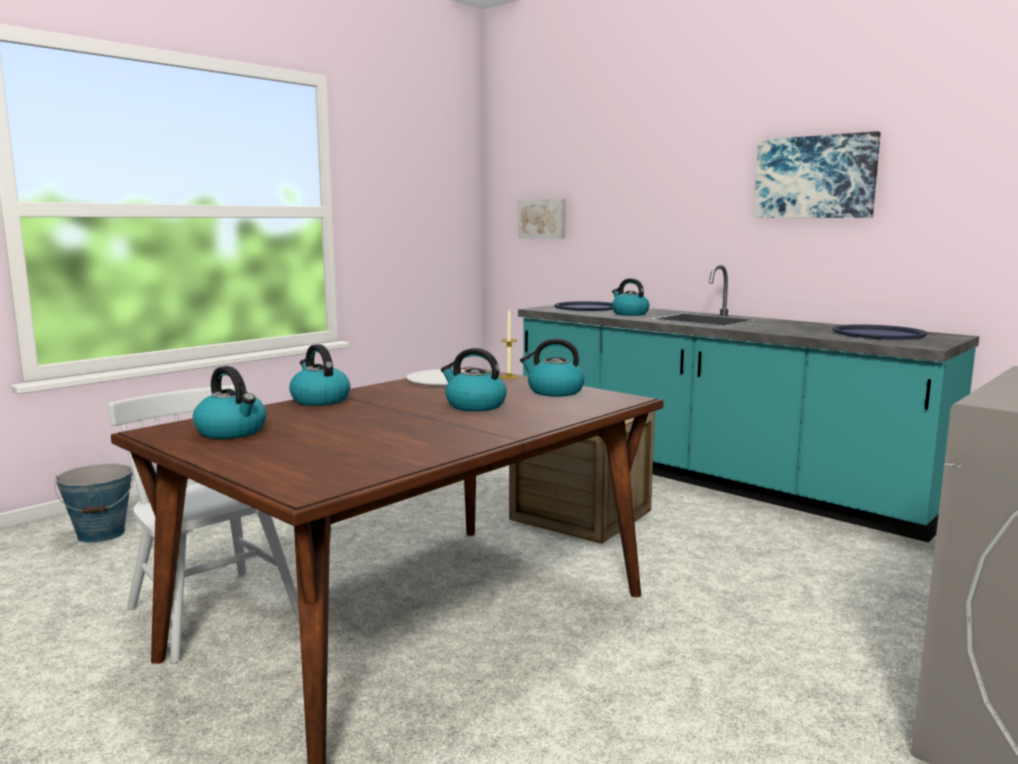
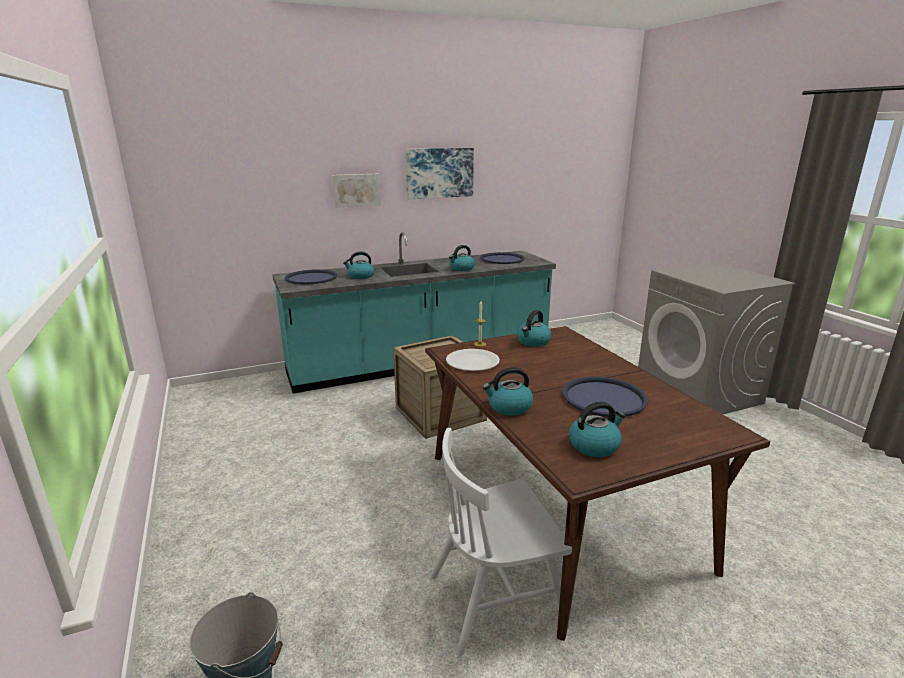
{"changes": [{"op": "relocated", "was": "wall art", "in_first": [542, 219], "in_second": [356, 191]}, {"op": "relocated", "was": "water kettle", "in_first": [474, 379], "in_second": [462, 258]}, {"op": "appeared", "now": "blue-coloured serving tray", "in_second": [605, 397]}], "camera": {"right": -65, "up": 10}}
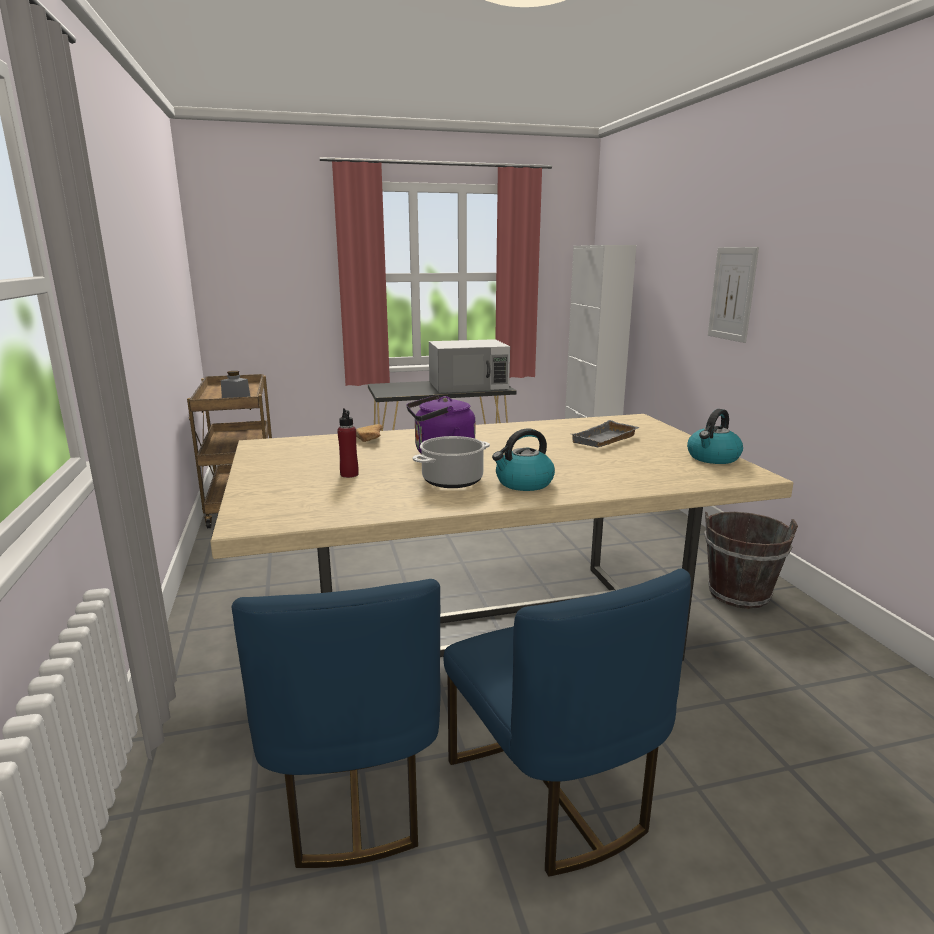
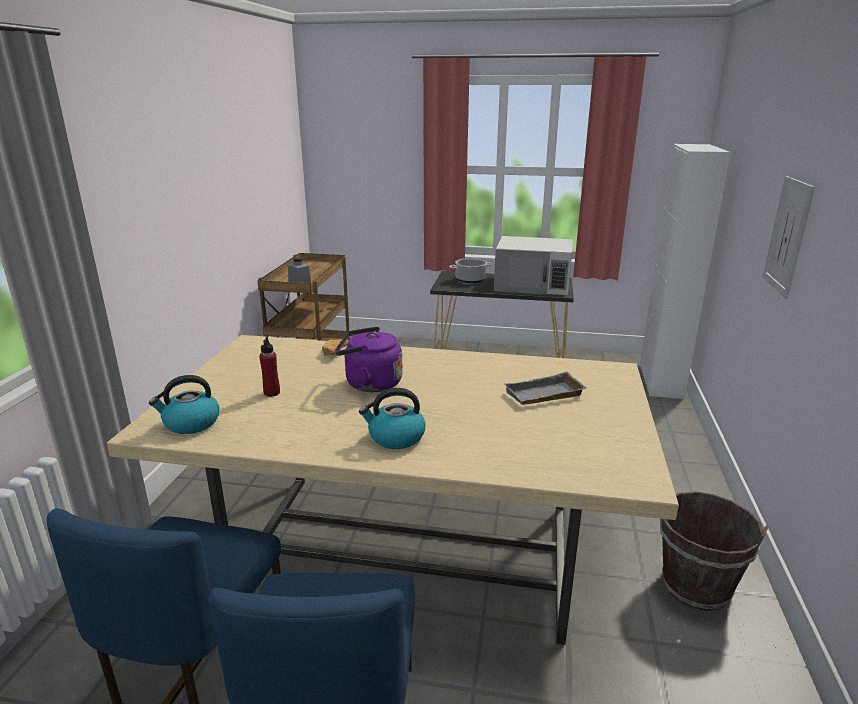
{"changes": [{"op": "relocated", "was": "water kettle", "in_first": [715, 436], "in_second": [184, 404]}, {"op": "relocated", "was": "saucepot", "in_first": [451, 462], "in_second": [471, 270]}], "camera": {"right": 25, "up": 5}}
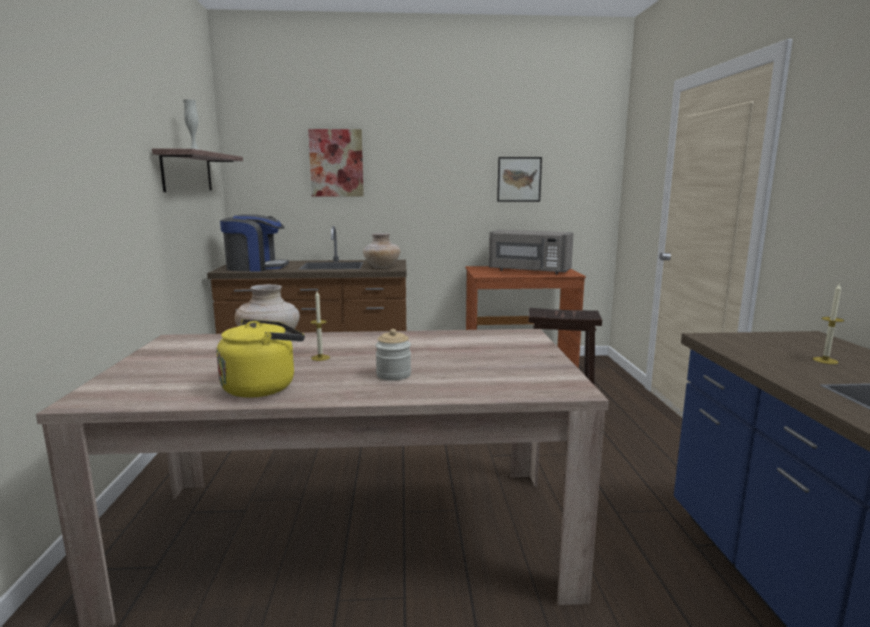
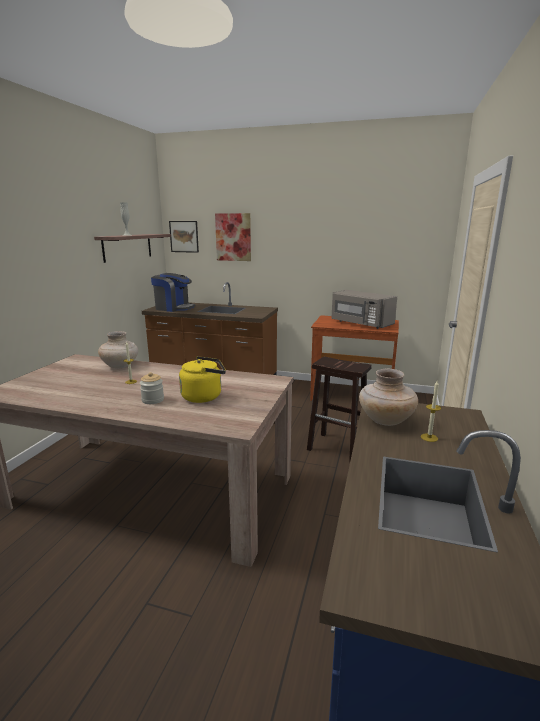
{"changes": [{"op": "relocated", "was": "wall art", "in_first": [519, 179], "in_second": [184, 237]}, {"op": "relocated", "was": "beige-coloured vase", "in_first": [381, 250], "in_second": [388, 397]}, {"op": "relocated", "was": "yellow water kettle", "in_first": [260, 358], "in_second": [202, 379]}], "camera": {"right": 20, "up": 5}}
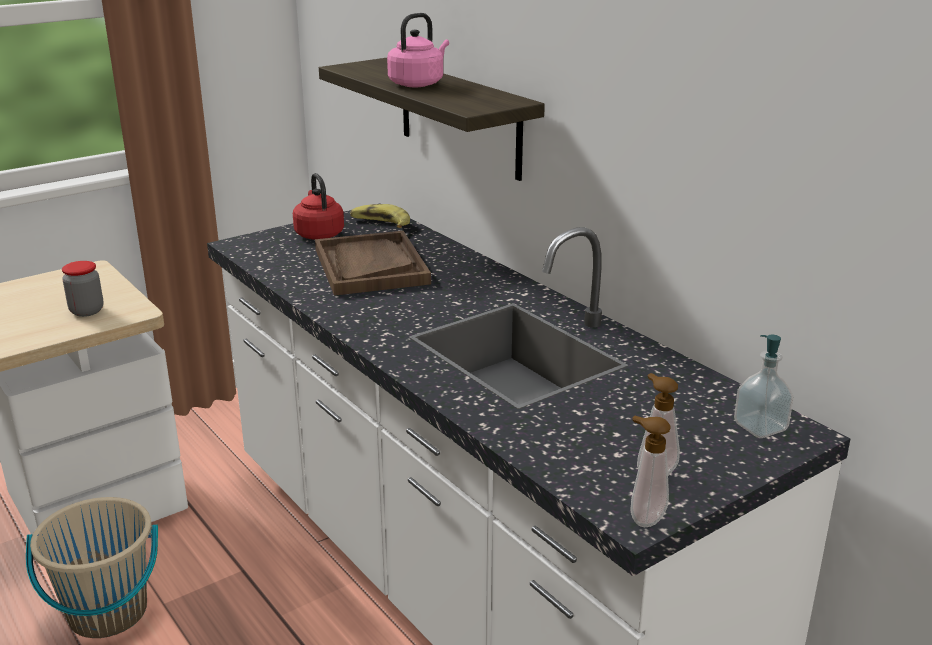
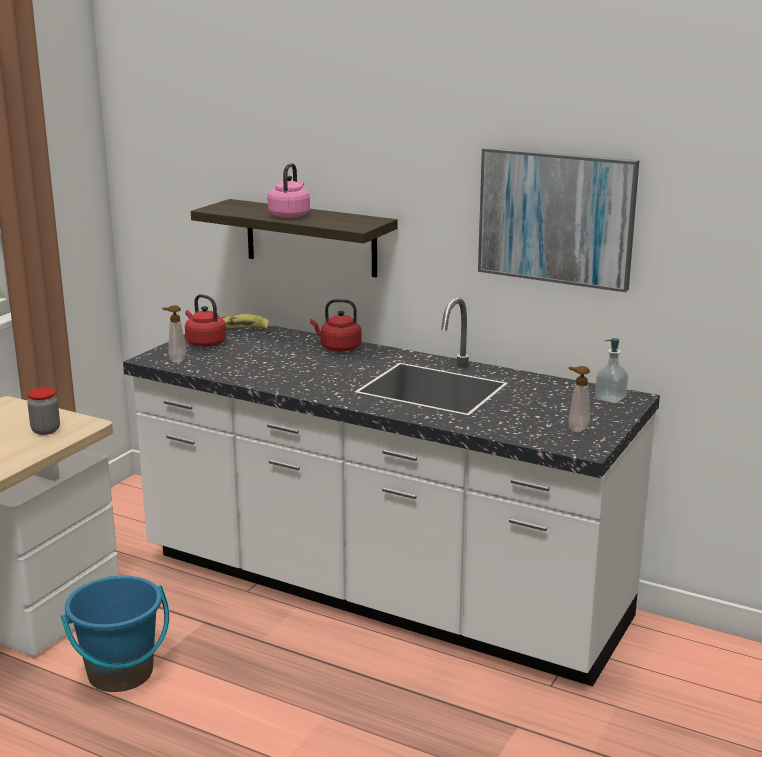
{"changes": [{"op": "missing", "was": "brownish serving tray", "in_first": [373, 263]}, {"op": "relocated", "was": "soap bottle", "in_first": [650, 471], "in_second": [174, 334]}, {"op": "colour", "was": "beige-coloured water bucket", "now": "blue-coloured water bucket", "in_first": [92, 567], "in_second": [115, 634]}, {"op": "appeared", "now": "wall art", "in_second": [558, 219]}, {"op": "appeared", "now": "reddish water kettle", "in_second": [335, 325]}], "camera": {"right": -25, "up": -5}}
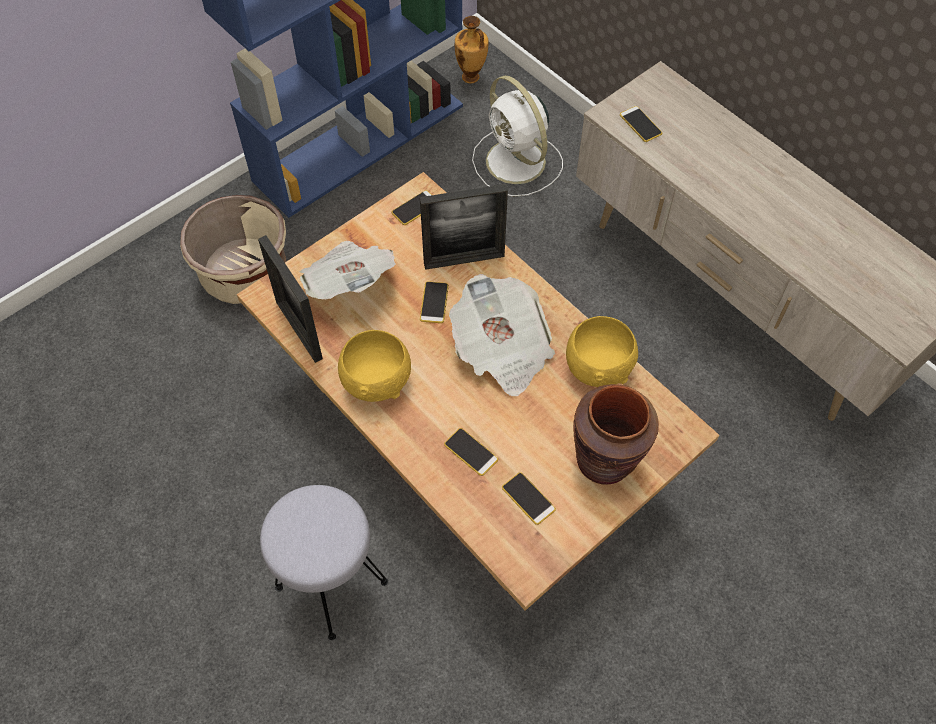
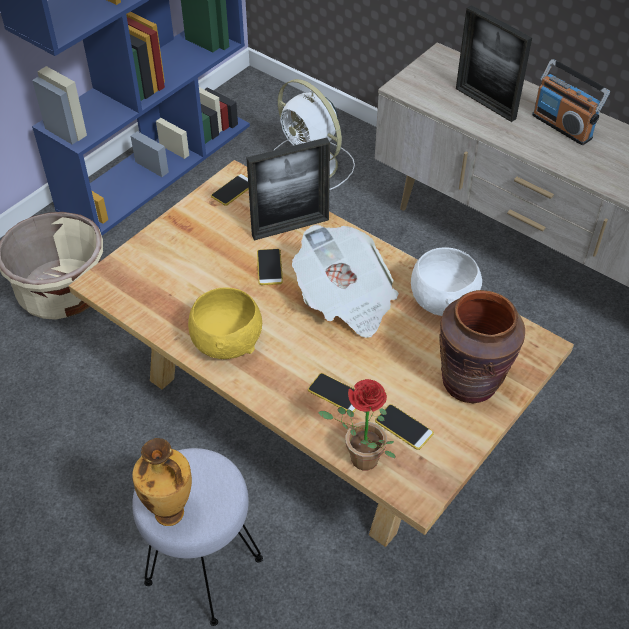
{"changes": [{"op": "relocated", "was": "vase", "in_first": [471, 49], "in_second": [162, 482]}, {"op": "missing", "was": "phone", "in_first": [641, 124]}, {"op": "relocated", "was": "picture frame", "in_first": [290, 299], "in_second": [494, 63]}, {"op": "missing", "was": "daily paper", "in_first": [348, 270]}, {"op": "colour", "was": "yellow bowl", "now": "whitish bowl", "in_first": [602, 351], "in_second": [446, 281]}, {"op": "appeared", "now": "radio receiver", "in_second": [571, 102]}, {"op": "appeared", "now": "potted plant", "in_second": [357, 424]}], "camera": {"right": -10, "up": -10}}
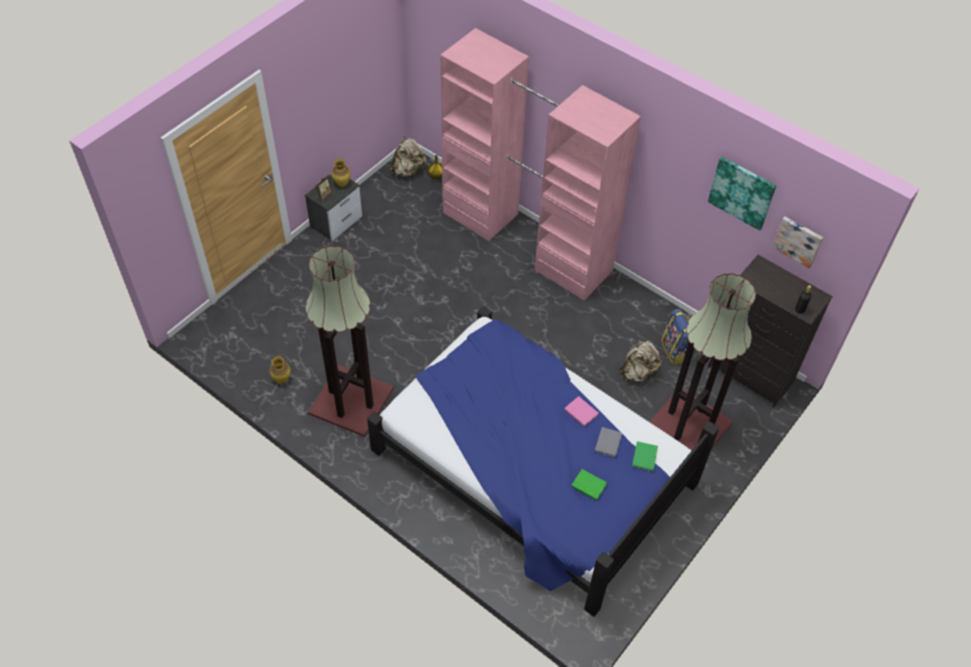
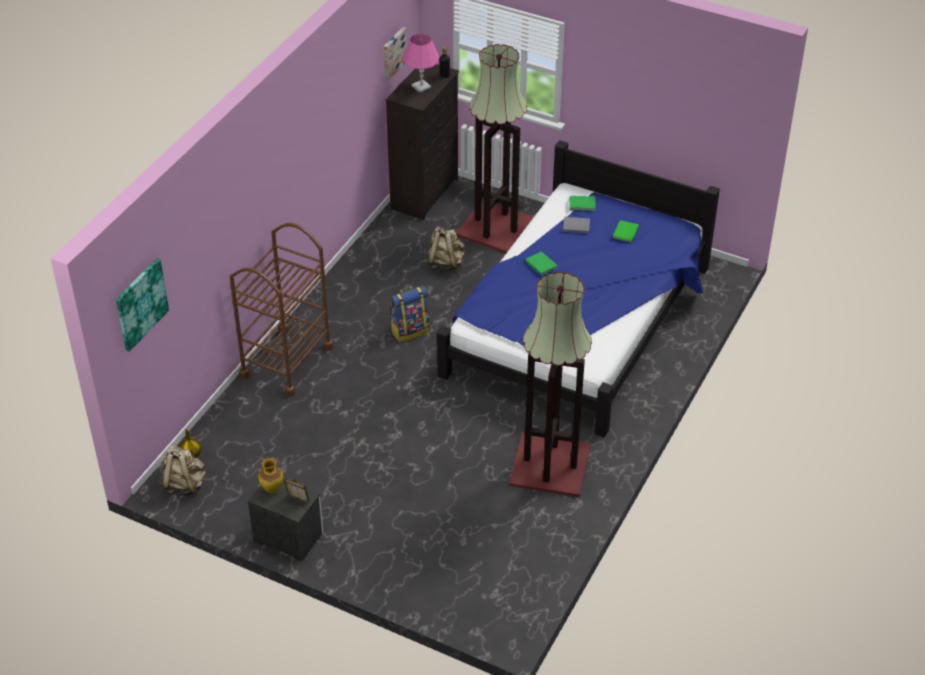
{"changes": [{"op": "exchanged", "was": "pink-coloured armoire", "now": "brownish trolley", "in_first": [541, 164], "in_second": [282, 310]}, {"op": "relocated", "was": "wall art", "in_first": [742, 193], "in_second": [142, 305]}, {"op": "relocated", "was": "backpack", "in_first": [675, 337], "in_second": [410, 314]}, {"op": "missing", "was": "vase", "in_first": [280, 370]}, {"op": "missing", "was": "pink-coloured bound book", "in_first": [581, 411]}, {"op": "appeared", "now": "pink-coloured tabletop lamp", "in_second": [421, 63]}, {"op": "appeared", "now": "green bound book", "in_second": [541, 264]}], "camera": {"right": -100, "up": -10}}
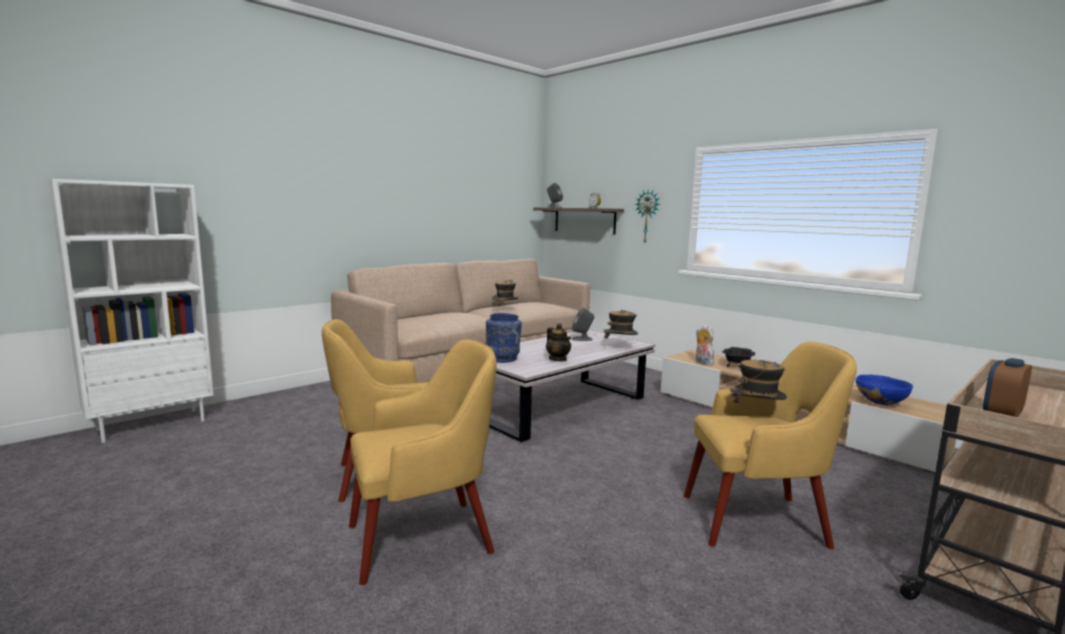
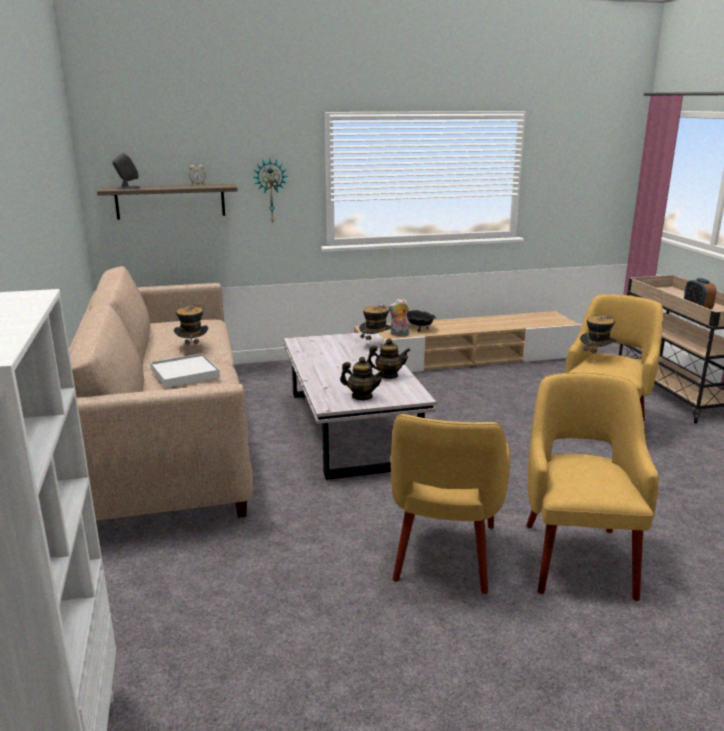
{"changes": [{"op": "missing", "was": "grey audio speaker", "in_first": [583, 324]}, {"op": "exchanged", "was": "blue-coloured vase", "now": "pot for tea", "in_first": [504, 338], "in_second": [362, 378]}, {"op": "missing", "was": "blue-coloured bowl", "in_first": [884, 390]}, {"op": "appeared", "now": "whitish serving tray", "in_second": [185, 370]}], "camera": {"right": -60, "up": 10}}
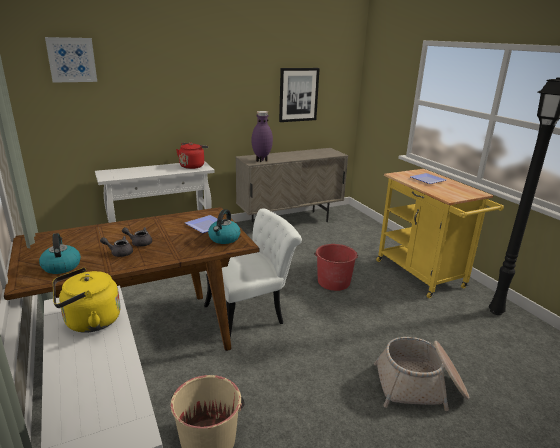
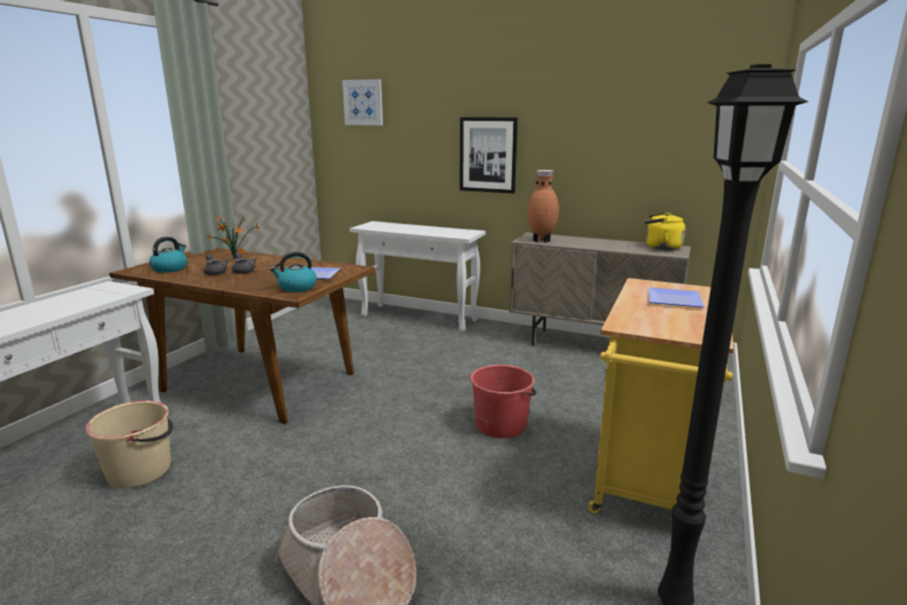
{"changes": [{"op": "relocated", "was": "wall art", "in_first": [299, 95], "in_second": [489, 155]}, {"op": "colour", "was": "purplish vase", "now": "brownish vase", "in_first": [262, 136], "in_second": [543, 206]}, {"op": "missing", "was": "reddish water kettle", "in_first": [192, 156]}, {"op": "missing", "was": "whitish upright chair", "in_first": [253, 273]}, {"op": "relocated", "was": "yellow water kettle", "in_first": [86, 300], "in_second": [665, 231]}, {"op": "appeared", "now": "potted plant", "in_second": [234, 236]}], "camera": {"right": 50, "up": -5}}
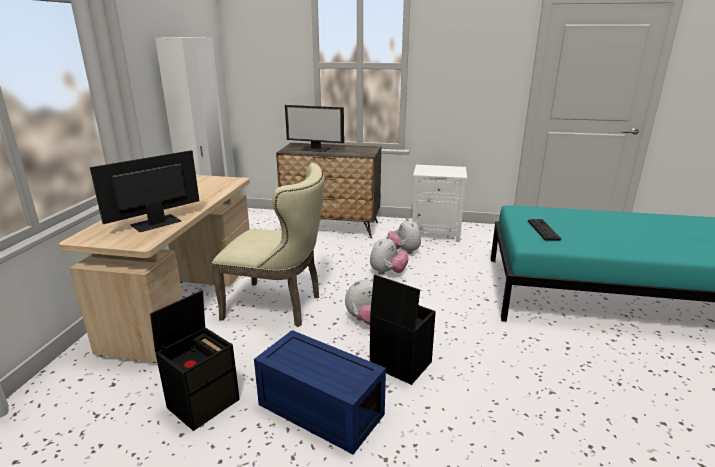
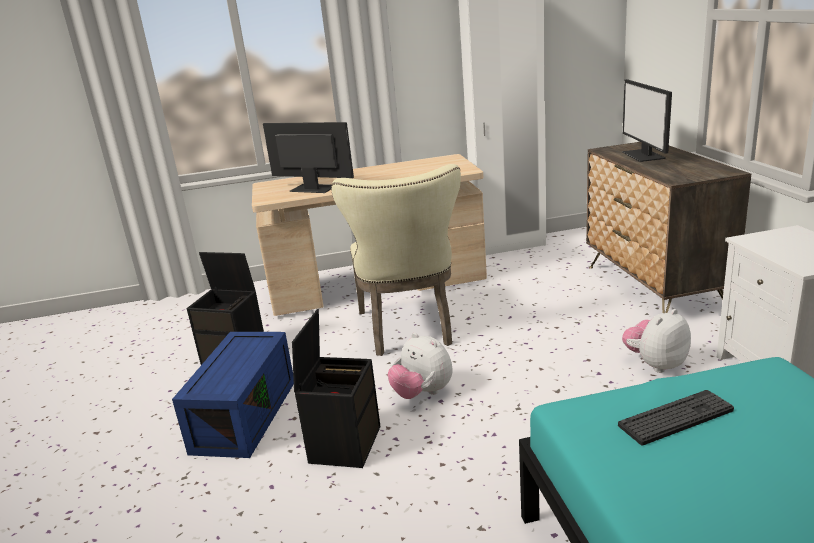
{"changes": [{"op": "missing", "was": "plush toy", "in_first": [389, 255]}], "camera": {"right": 70, "up": 0}}
